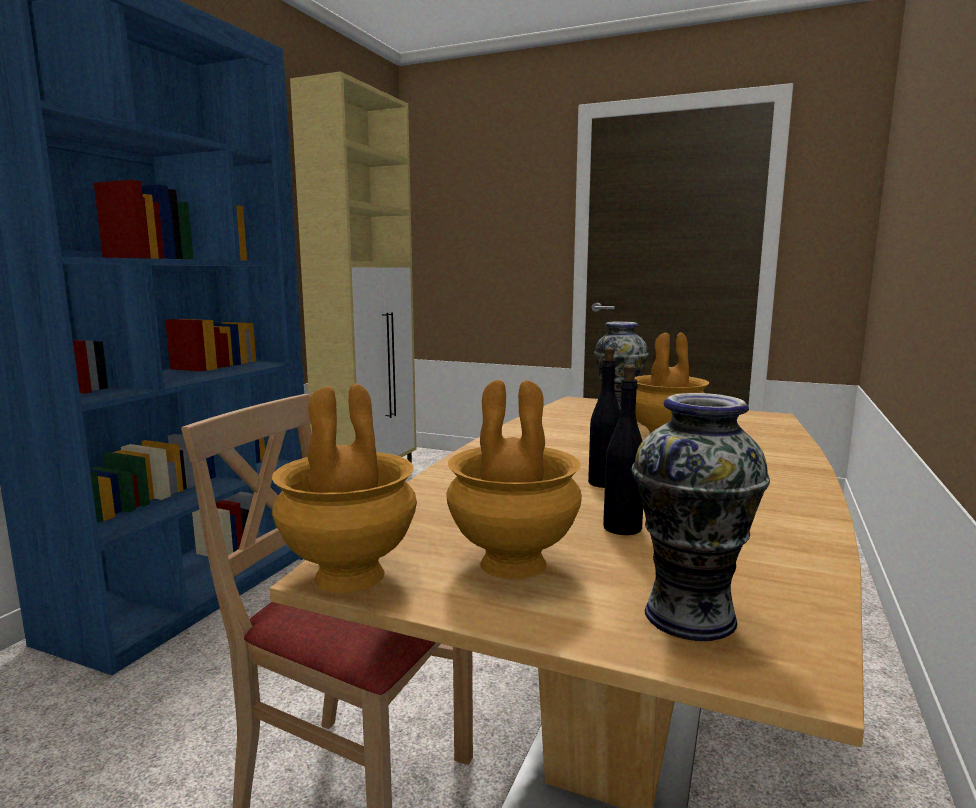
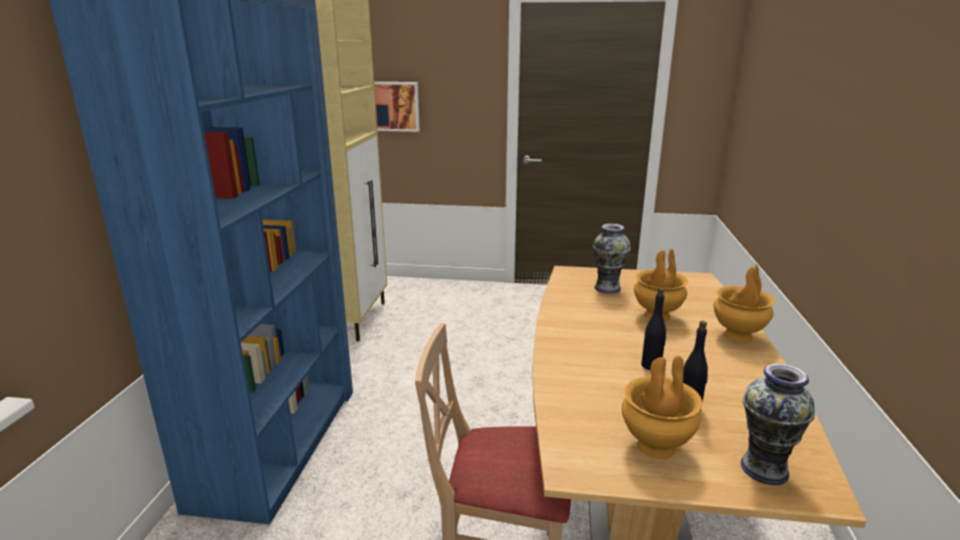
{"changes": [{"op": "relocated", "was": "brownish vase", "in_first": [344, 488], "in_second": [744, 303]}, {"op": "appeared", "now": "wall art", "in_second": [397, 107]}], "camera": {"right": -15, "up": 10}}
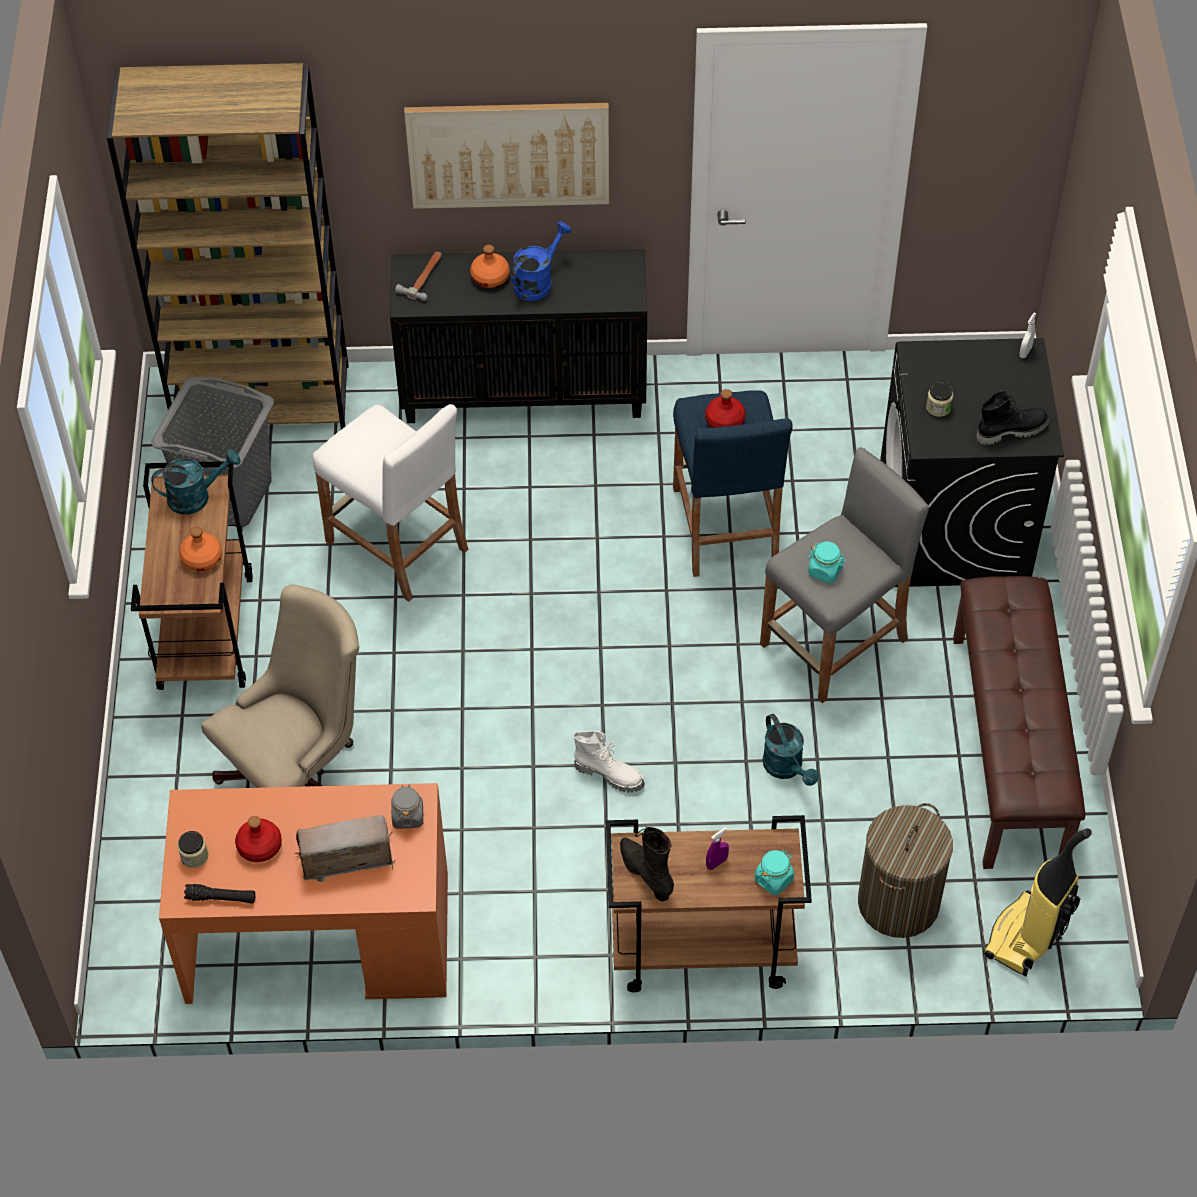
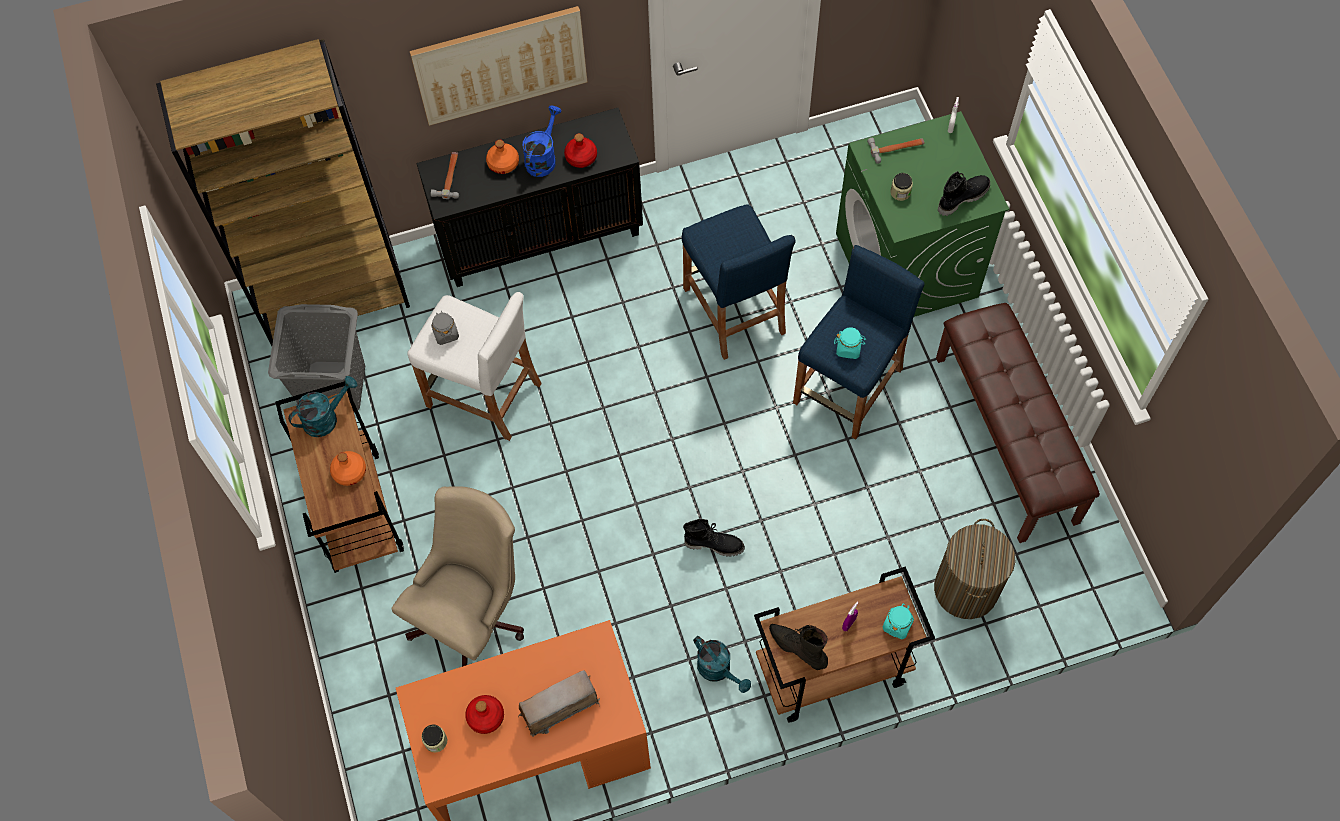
{"changes": [{"op": "colour", "was": "blackish laundry appliance", "now": "green laundry appliance", "in_first": [972, 462], "in_second": [923, 214]}, {"op": "relocated", "was": "reddish drink bottle", "in_first": [725, 408], "in_second": [580, 150]}, {"op": "colour", "was": "grey stool", "now": "blue-coloured stool", "in_first": [844, 575], "in_second": [858, 342]}, {"op": "relocated", "was": "turquoise sprinkling can", "in_first": [790, 750], "in_second": [722, 664]}, {"op": "colour", "was": "whitish high-top boot", "now": "blackish high-top boot", "in_first": [609, 761], "in_second": [714, 538]}, {"op": "relocated", "was": "grey jar", "in_first": [407, 807], "in_second": [445, 328]}, {"op": "missing", "was": "hoover", "in_first": [1038, 902]}, {"op": "missing", "was": "blackish torch", "in_first": [219, 894]}, {"op": "appeared", "now": "hammer", "in_second": [895, 151]}], "camera": {"right": -15, "up": 10}}
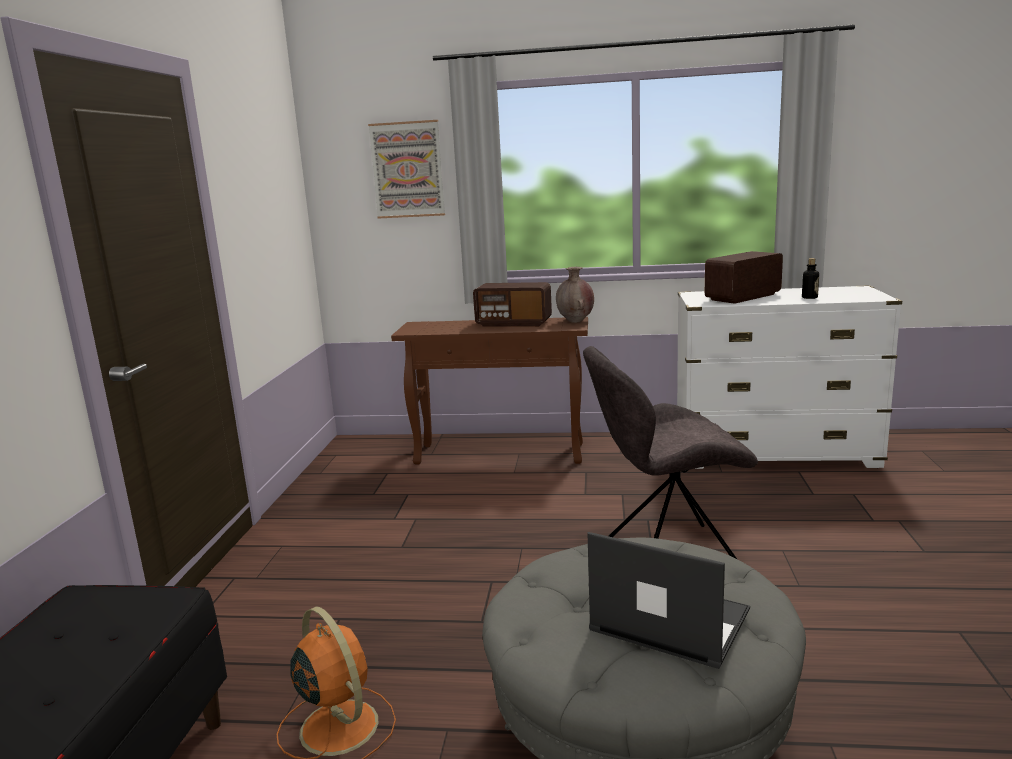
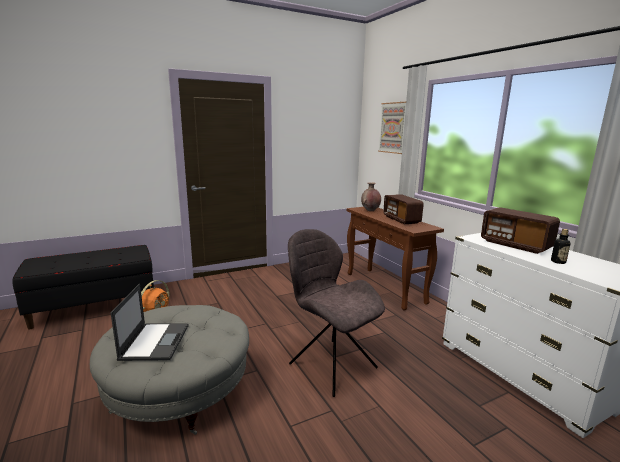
{"changes": [{"op": "spun", "was": "radio receiver", "in_first": [744, 277], "in_second": [520, 230], "clockwise": -150}, {"op": "relocated", "was": "brownish vase", "in_first": [575, 295], "in_second": [371, 197]}], "camera": {"right": 55, "up": 0}}
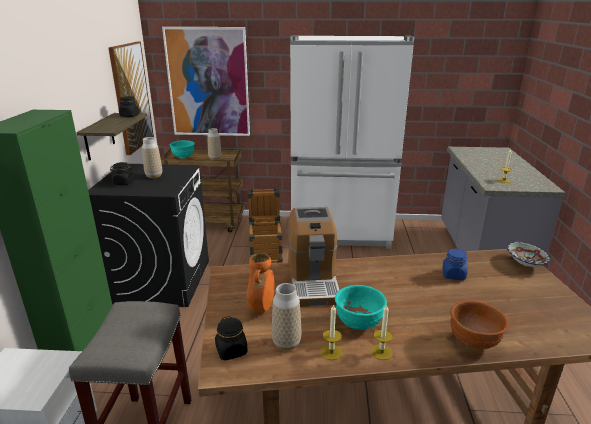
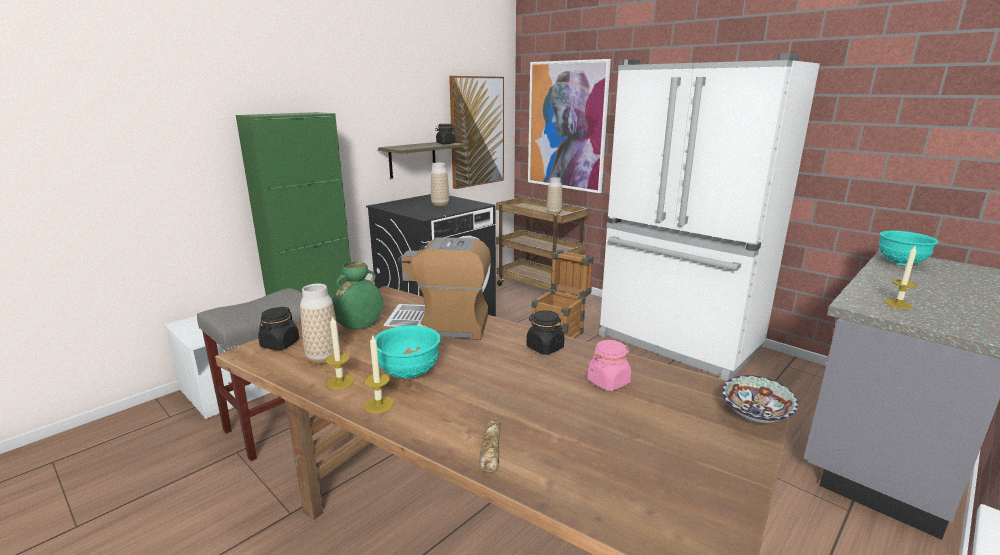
{"changes": [{"op": "relocated", "was": "turquoise bowl", "in_first": [182, 149], "in_second": [909, 248]}, {"op": "relocated", "was": "blackish jar", "in_first": [122, 173], "in_second": [545, 332]}, {"op": "spun", "was": "coffee maker", "in_first": [314, 257], "in_second": [436, 288], "clockwise": 60}, {"op": "colour", "was": "blue-coloured jar", "now": "pink-coloured jar", "in_first": [455, 264], "in_second": [609, 365]}, {"op": "colour", "was": "orange-coloured vase", "now": "green vase", "in_first": [261, 282], "in_second": [357, 295]}, {"op": "exchanged", "was": "brownish bowl", "now": "bread", "in_first": [479, 325], "in_second": [490, 446]}], "camera": {"right": 40, "up": -5}}
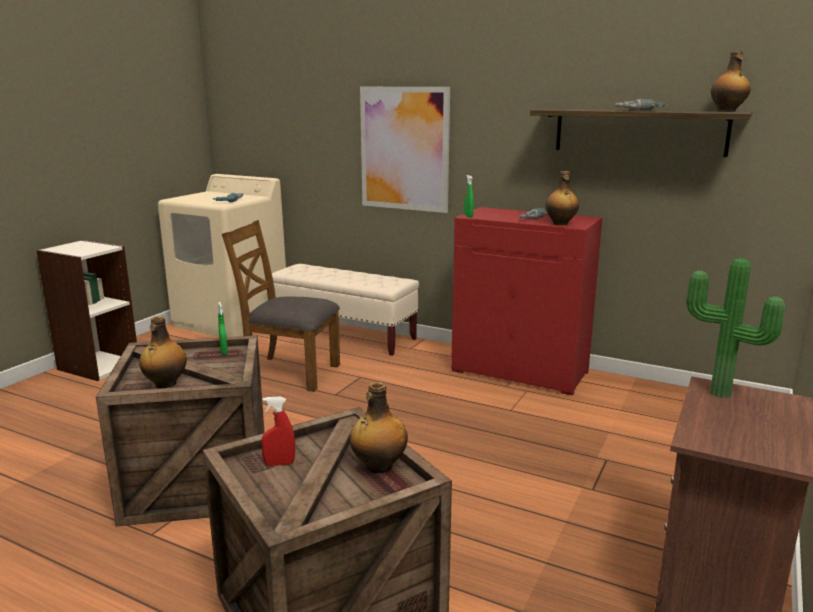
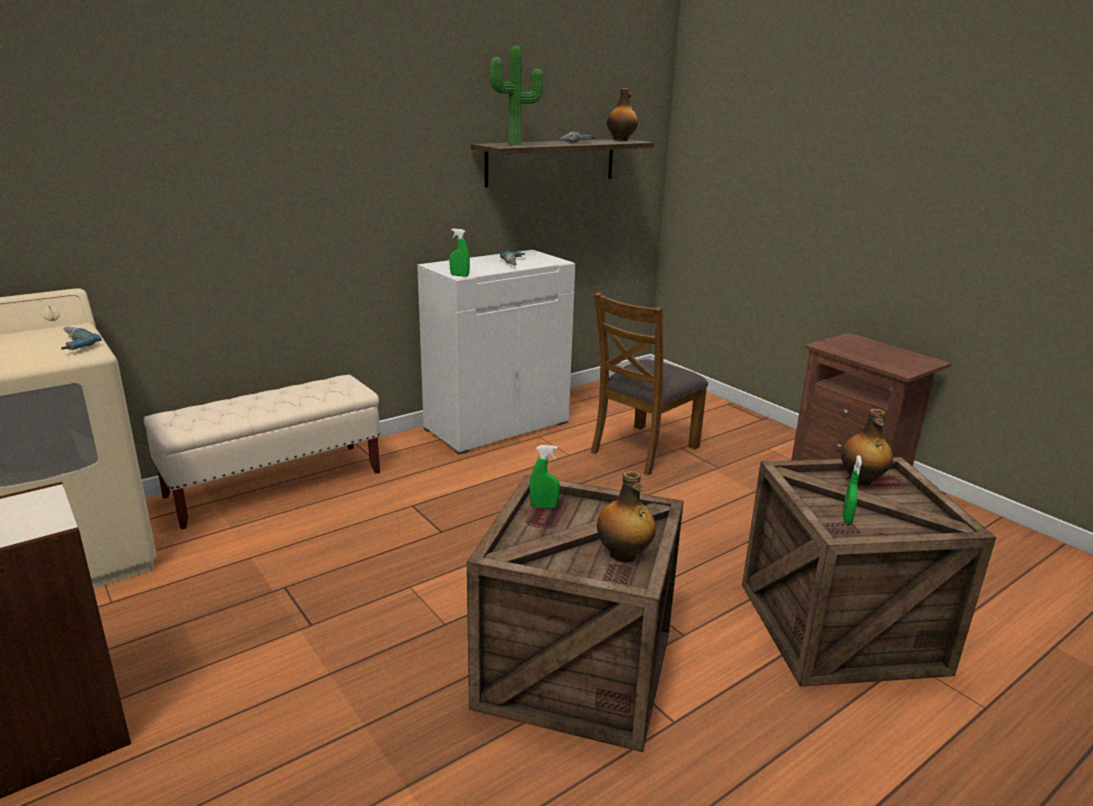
{"changes": [{"op": "missing", "was": "wall art", "in_first": [405, 150]}, {"op": "missing", "was": "drink bottle", "in_first": [562, 198]}, {"op": "colour", "was": "reddish cabinet", "now": "whitish cabinet", "in_first": [526, 301], "in_second": [496, 352]}, {"op": "relocated", "was": "brownish upright chair", "in_first": [281, 306], "in_second": [649, 383]}, {"op": "relocated", "was": "potted plant", "in_first": [735, 328], "in_second": [516, 95]}, {"op": "colour", "was": "reddish sprayer", "now": "green sprayer", "in_first": [278, 431], "in_second": [852, 490]}], "camera": {"right": -65, "up": 5}}
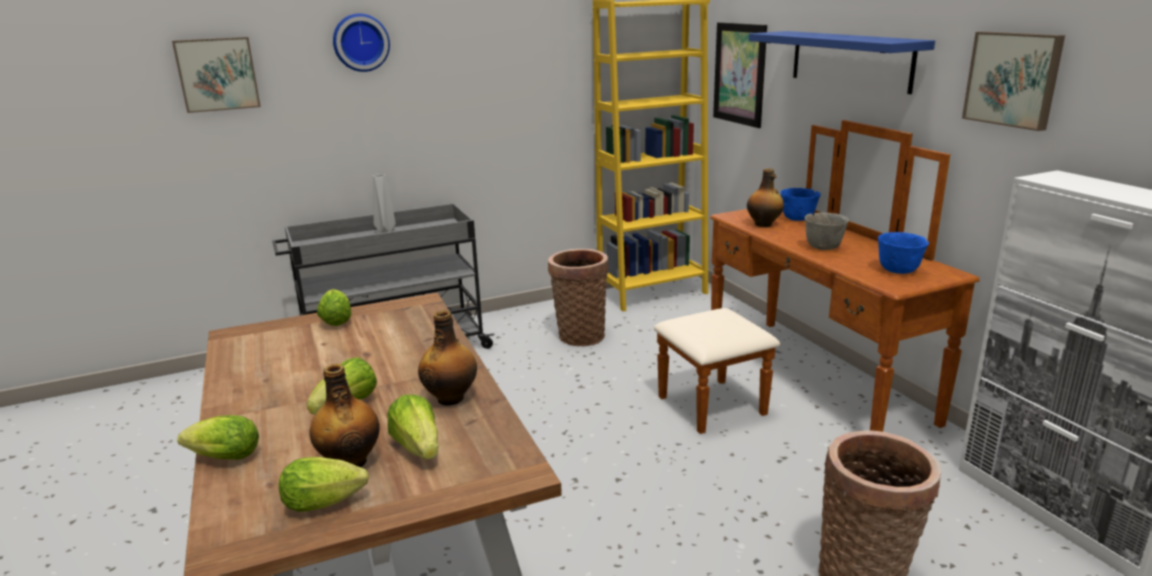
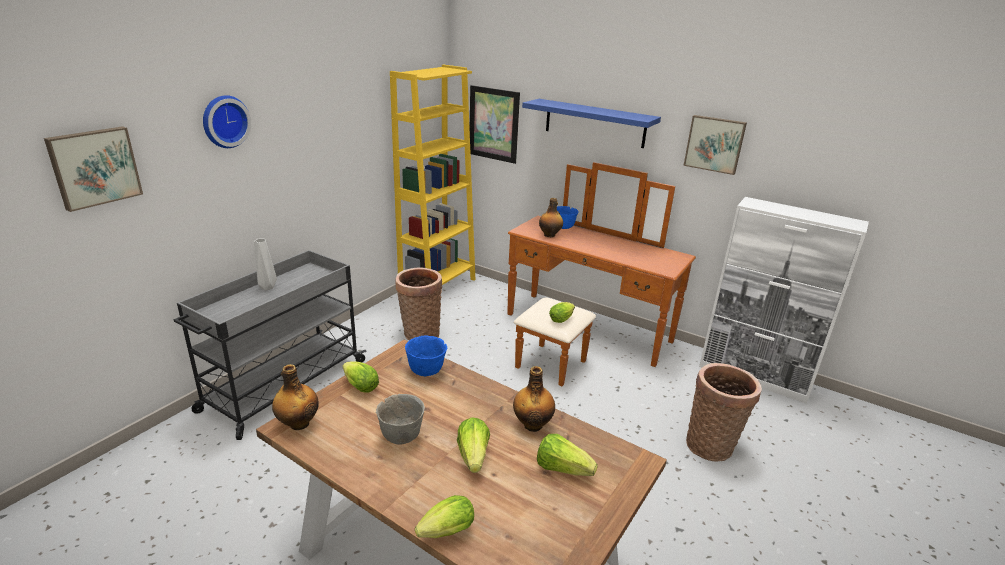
{"changes": [{"op": "relocated", "was": "grey bowl", "in_first": [827, 231], "in_second": [400, 419]}, {"op": "relocated", "was": "blue-coloured bowl", "in_first": [903, 253], "in_second": [426, 355]}, {"op": "relocated", "was": "drink bottle", "in_first": [345, 415], "in_second": [295, 397]}, {"op": "relocated", "was": "lettuce head", "in_first": [324, 484], "in_second": [562, 312]}], "camera": {"right": -35, "up": 5}}
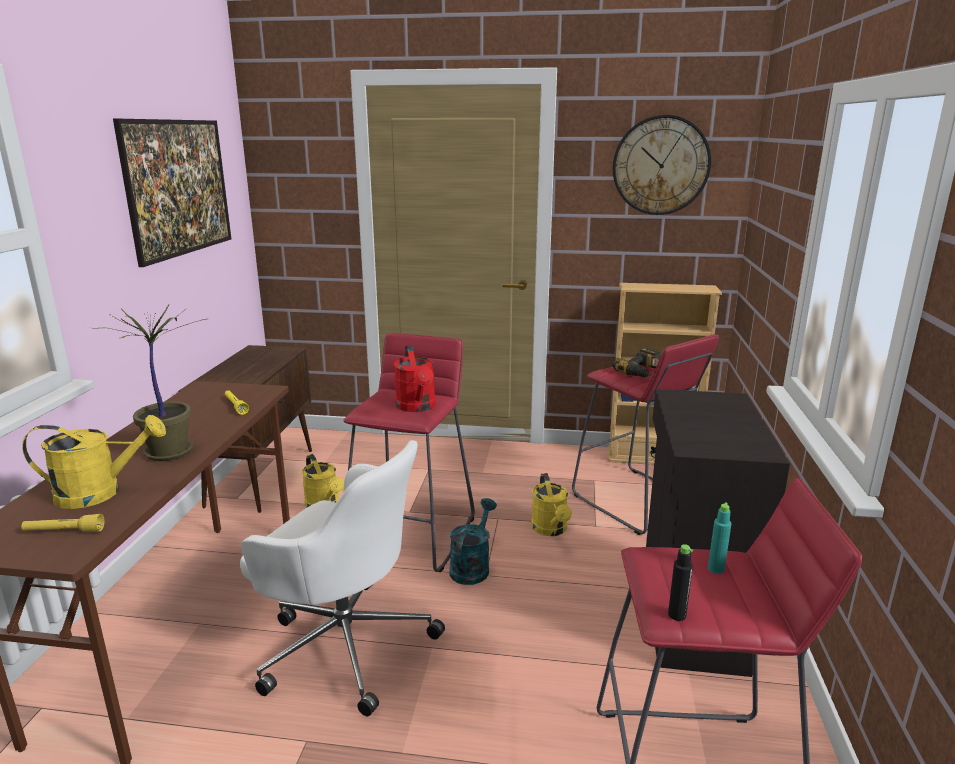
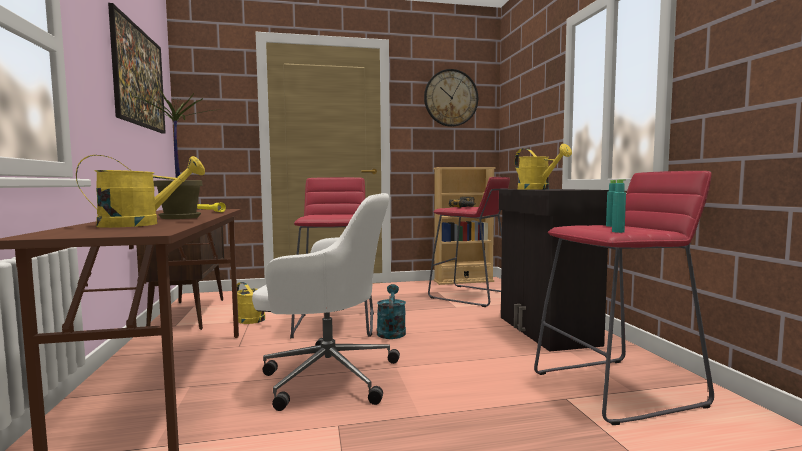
{"changes": [{"op": "missing", "was": "reddish sprinkling can", "in_first": [415, 378]}, {"op": "relocated", "was": "yellow sprinkling can", "in_first": [551, 504], "in_second": [543, 166]}, {"op": "missing", "was": "yellow torch", "in_first": [63, 523]}, {"op": "colour", "was": "blackish drink bottle", "now": "turquoise drink bottle", "in_first": [680, 582], "in_second": [619, 206]}], "camera": {"right": -20, "up": -15}}
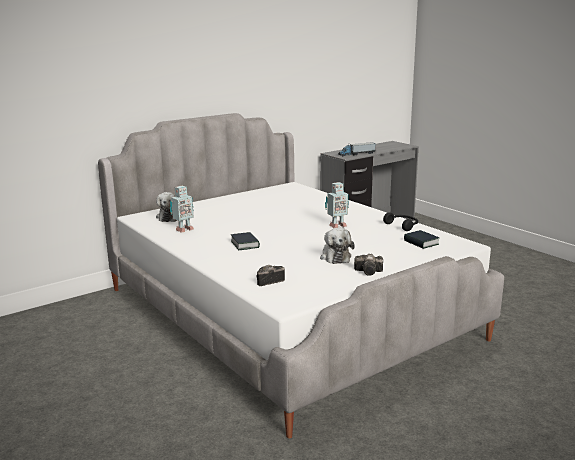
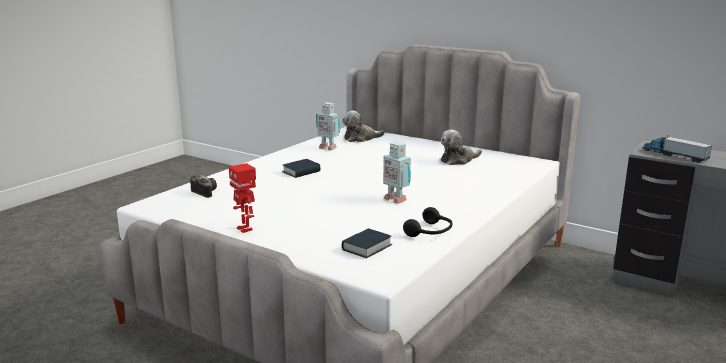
{"changes": [{"op": "relocated", "was": "plush toy", "in_first": [337, 246], "in_second": [461, 147]}, {"op": "exchanged", "was": "still camera", "now": "robot figure", "in_first": [368, 265], "in_second": [242, 198]}], "camera": {"right": 70, "up": 0}}
